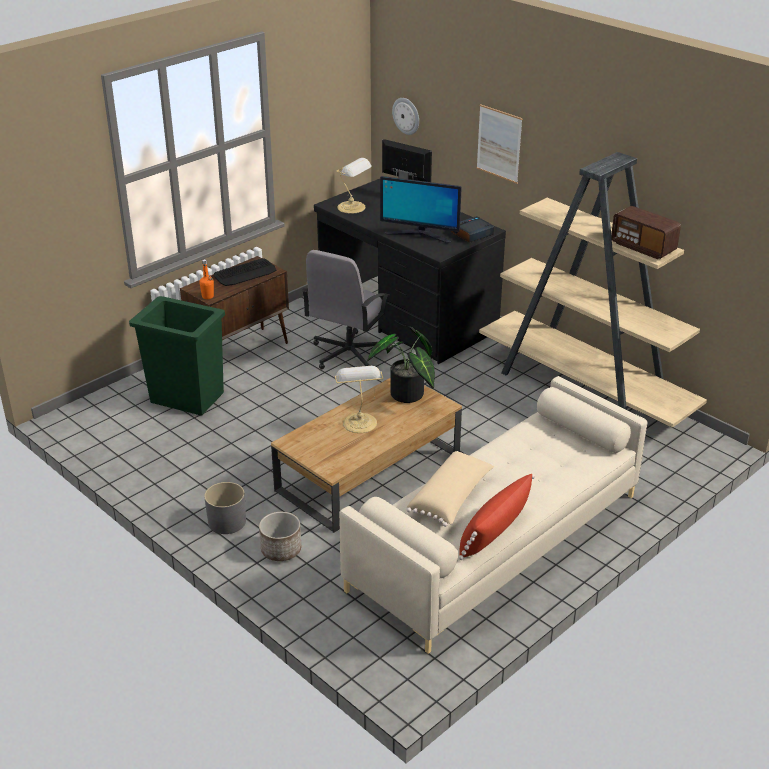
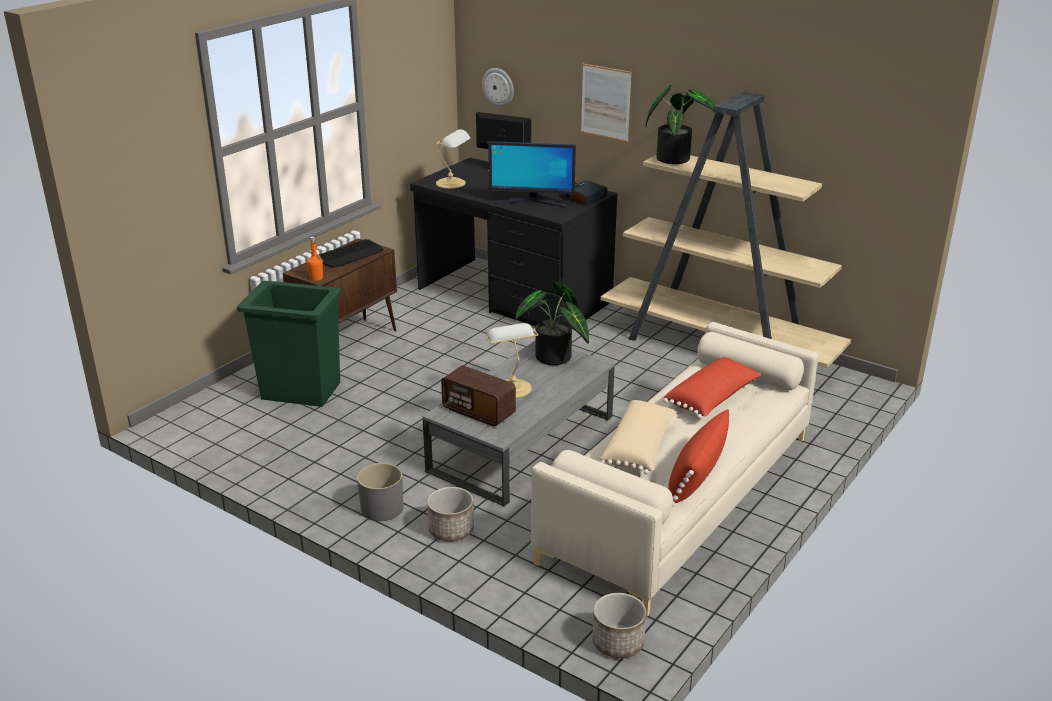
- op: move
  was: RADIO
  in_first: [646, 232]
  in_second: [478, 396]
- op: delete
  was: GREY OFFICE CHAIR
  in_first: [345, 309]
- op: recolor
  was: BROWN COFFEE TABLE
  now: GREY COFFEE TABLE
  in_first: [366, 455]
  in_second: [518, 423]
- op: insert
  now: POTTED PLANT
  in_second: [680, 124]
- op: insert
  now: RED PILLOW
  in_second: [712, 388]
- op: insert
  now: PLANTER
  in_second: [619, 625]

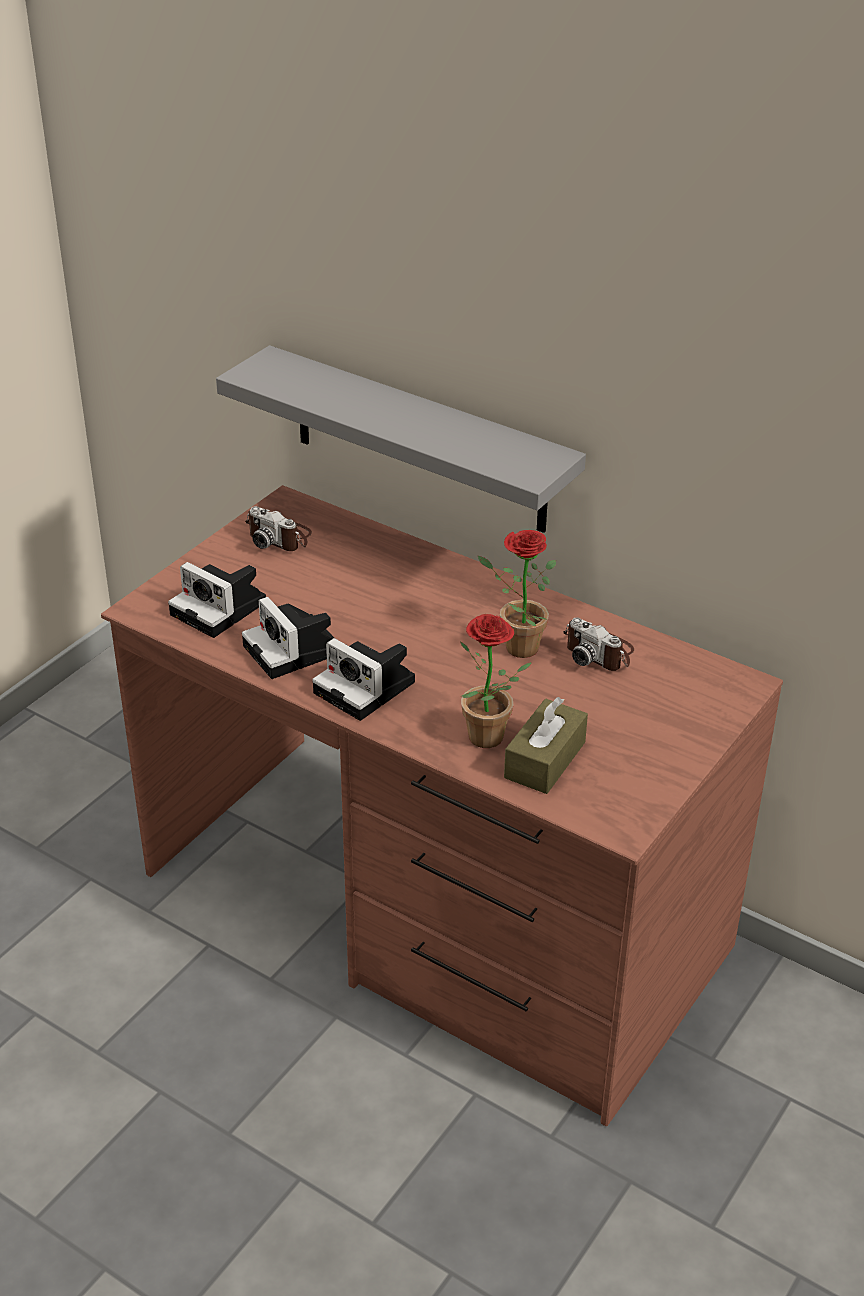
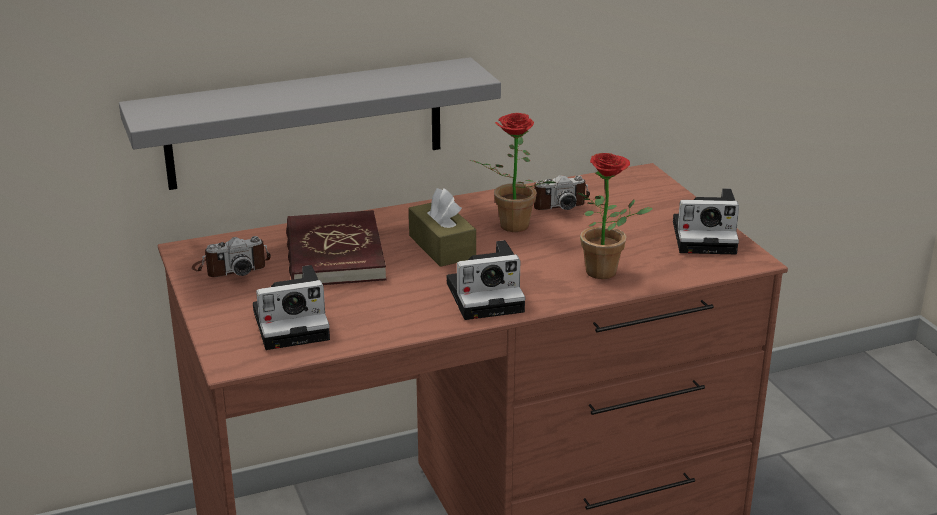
- op: move
  was: PHOTO CAMERA
  in_first: [288, 638]
  in_second: [706, 221]
- op: move
  was: BROWN TISSUE BOX
  in_first: [546, 745]
  in_second: [442, 227]
- op: insert
  now: RED BOOK
  in_second: [336, 247]

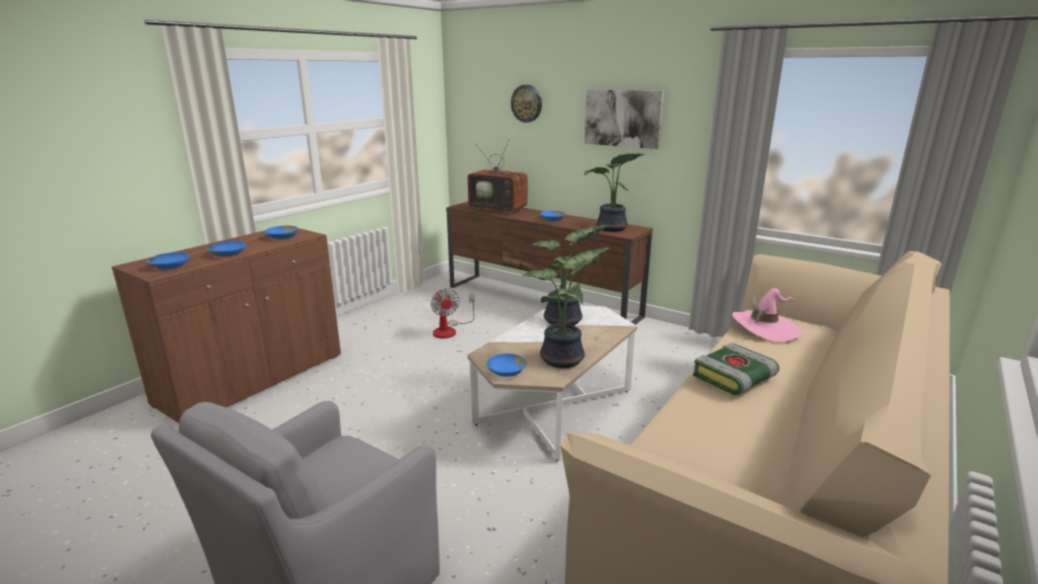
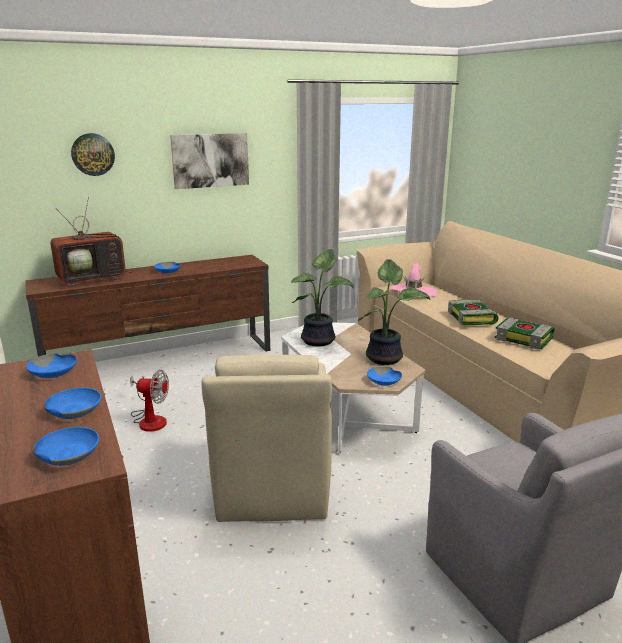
- op: delete
  was: POTTED PLANT
  in_first: [614, 192]
- op: insert
  now: BOOK
  in_second: [524, 334]
- op: insert
  now: BEIGE ARMCHAIR
  in_second: [266, 438]

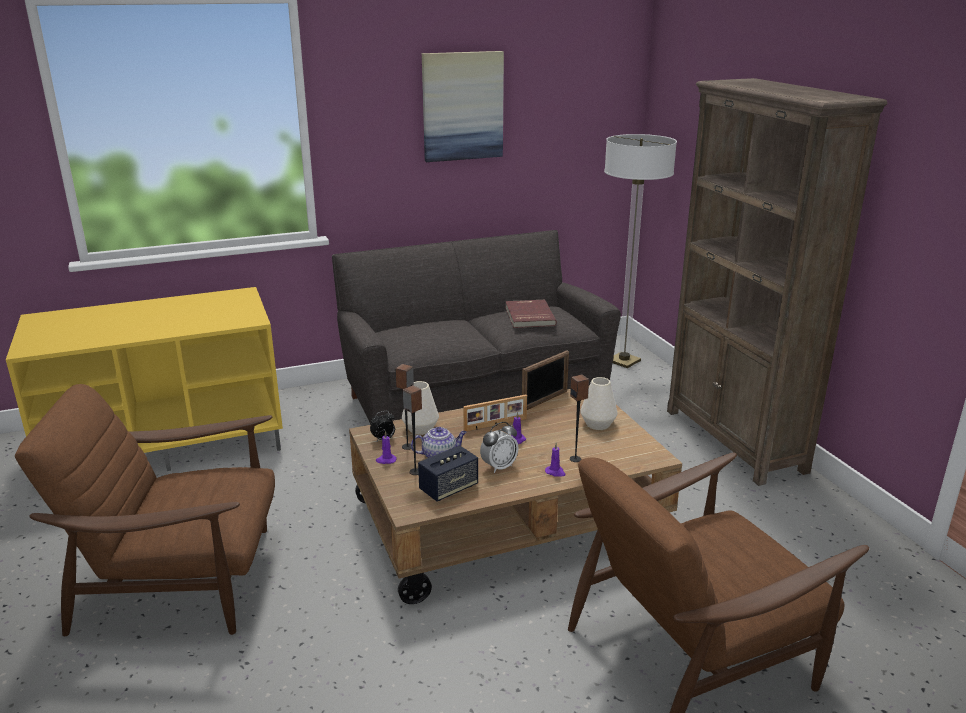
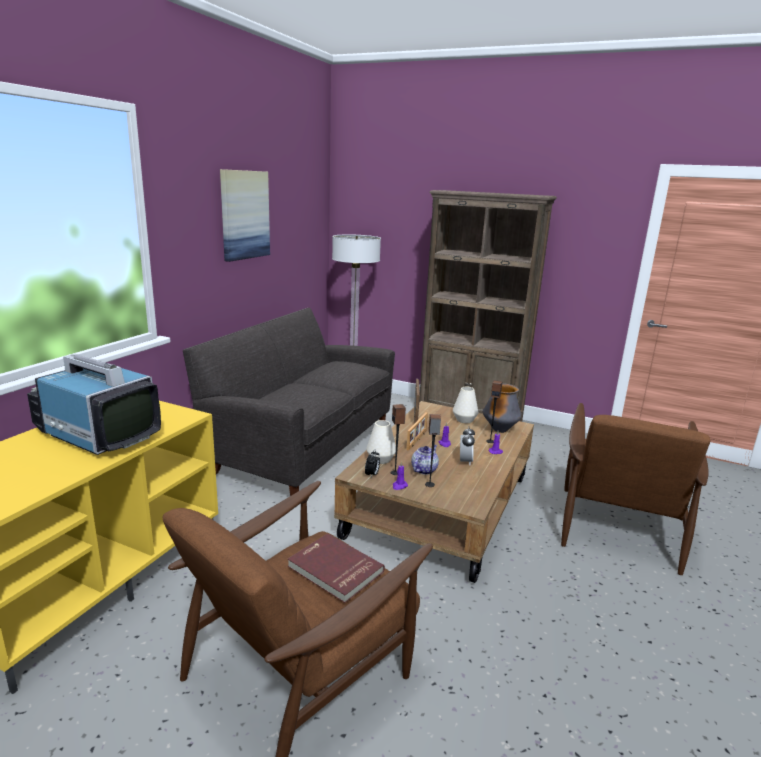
- op: move
  was: RED BOOK
  in_first: [531, 314]
  in_second: [336, 568]
- op: delete
  was: SPEAKER
  in_first: [448, 473]
- op: insert
  now: TELEVISION
  in_second: [94, 404]
- op: insert
  now: VASE
  in_second: [502, 408]

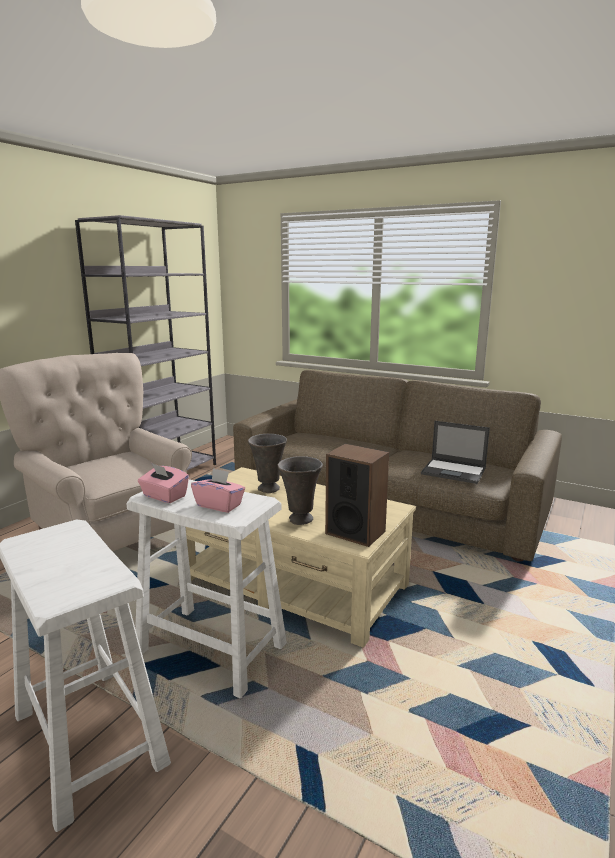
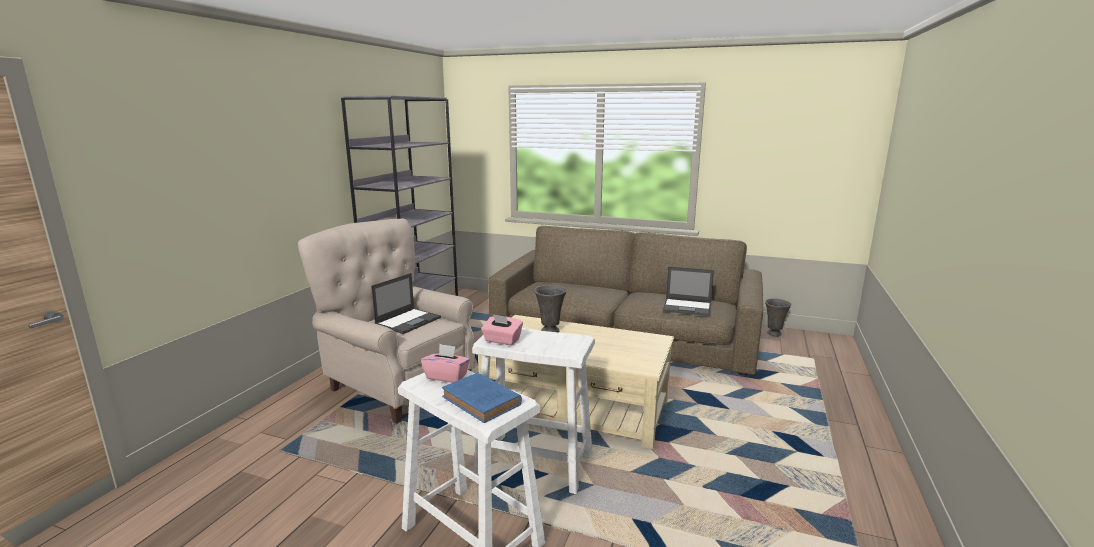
- op: delete
  was: SPEAKER
  in_first: [357, 495]
- op: move
  was: GREY VASE
  in_first: [300, 490]
  in_second: [778, 317]
- op: move
  was: PINK TISSUE BOX
  in_first: [218, 490]
  in_second: [445, 363]
- op: insert
  now: LAPTOP
  in_second: [406, 303]
- op: insert
  now: BLUE BOOK
  in_second: [482, 397]

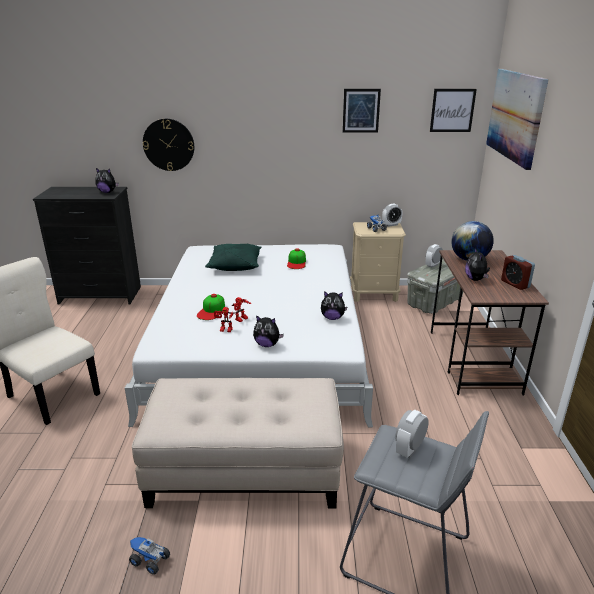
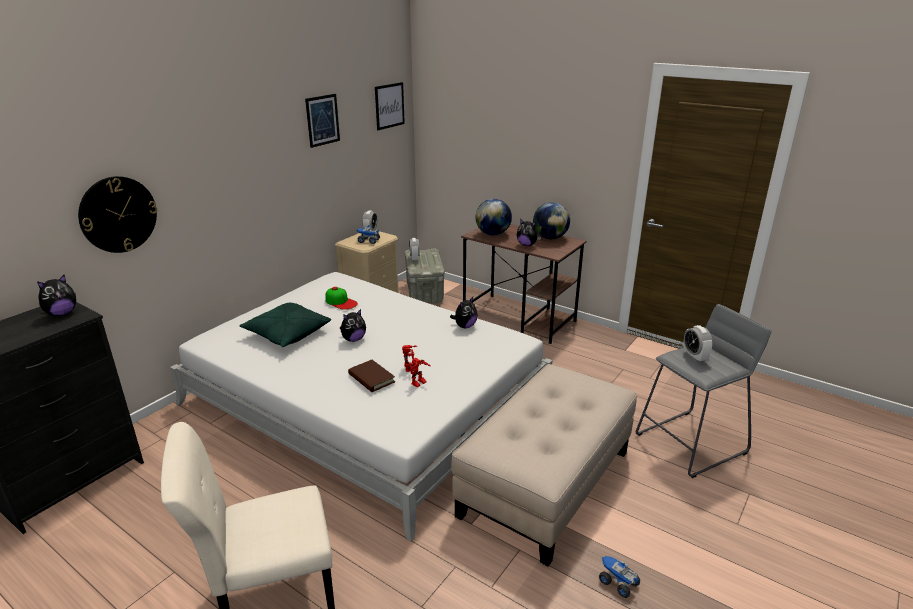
- op: delete
  was: PICTURE
  in_first: [517, 119]
- op: replace
  was: ALARM CLOCK
  now: GLOBE
  in_first: [518, 272]
  in_second: [551, 220]
- op: replace
  was: CAP
  now: BROWN BOOK
  in_first: [211, 307]
  in_second: [371, 376]
- op: move
  was: PLUSH TOY
  in_first: [268, 331]
  in_second: [353, 325]
- op: rotate
  was: TOY TRUCK
  in_first: [149, 556]
  in_second: [619, 577]
  clockwise: 75

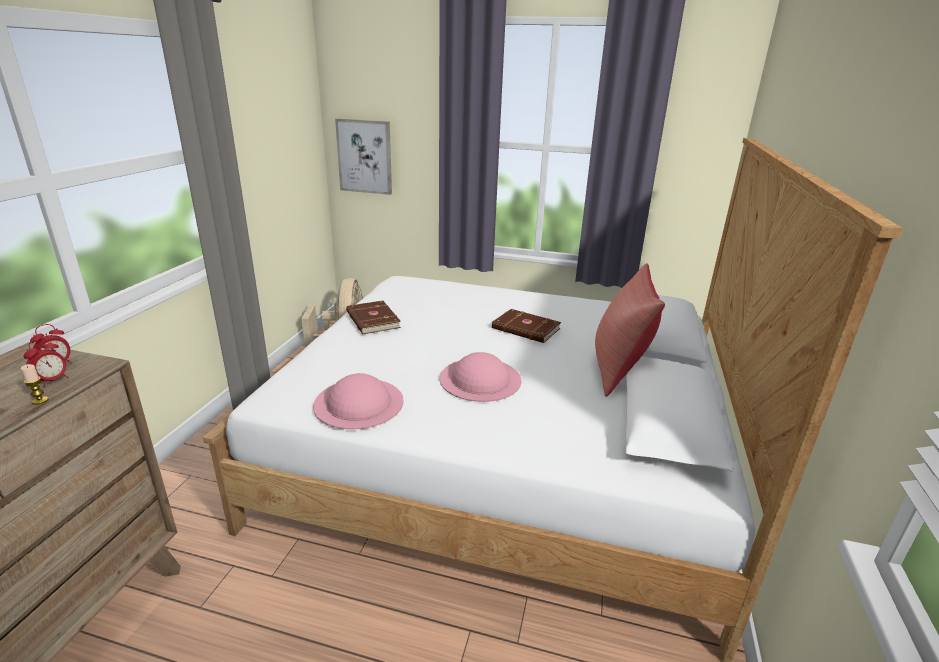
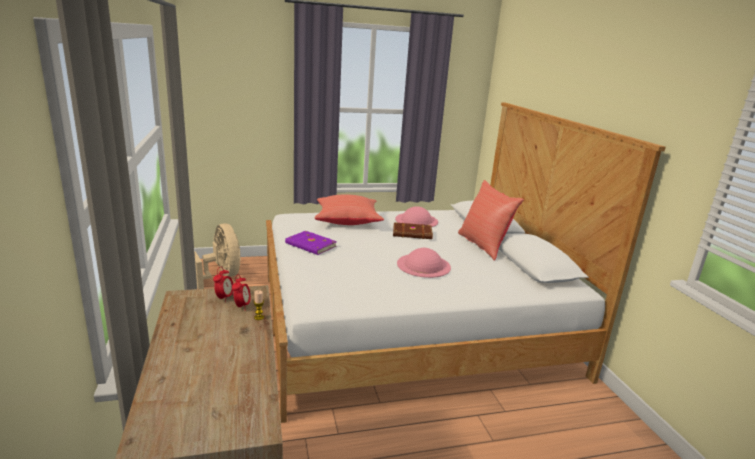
- op: delete
  was: PICTURE
  in_first: [363, 157]
- op: recolor
  was: BROWN BOOK
  now: PURPLE BOOK
  in_first: [373, 317]
  in_second: [311, 243]
- op: move
  was: PINK HAT
  in_first: [358, 401]
  in_second: [416, 216]
- op: insert
  now: RED PILLOW
  in_second: [349, 210]

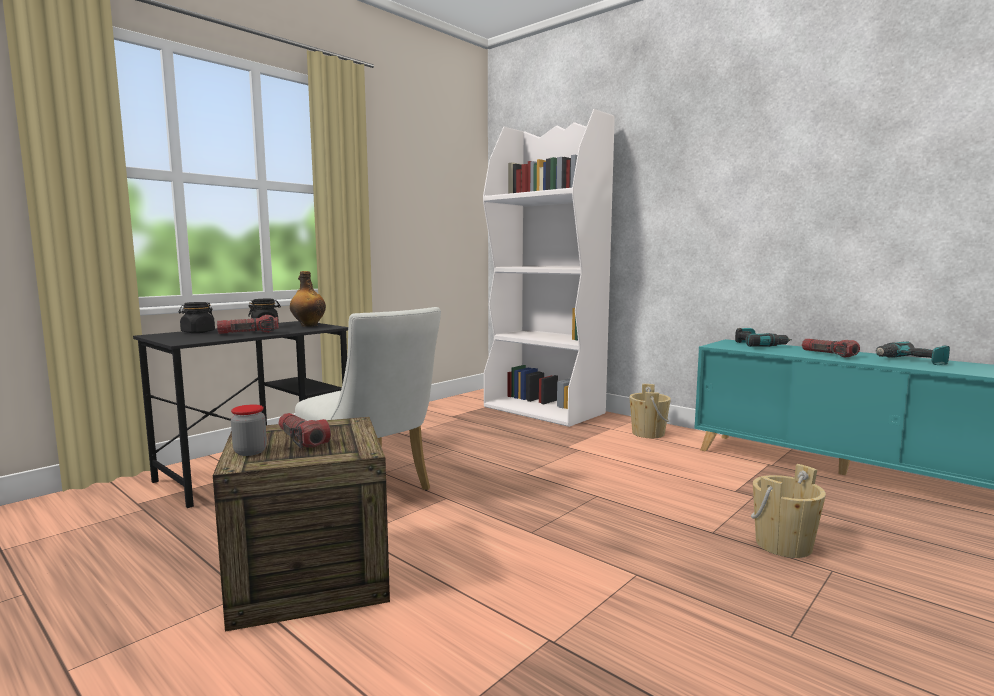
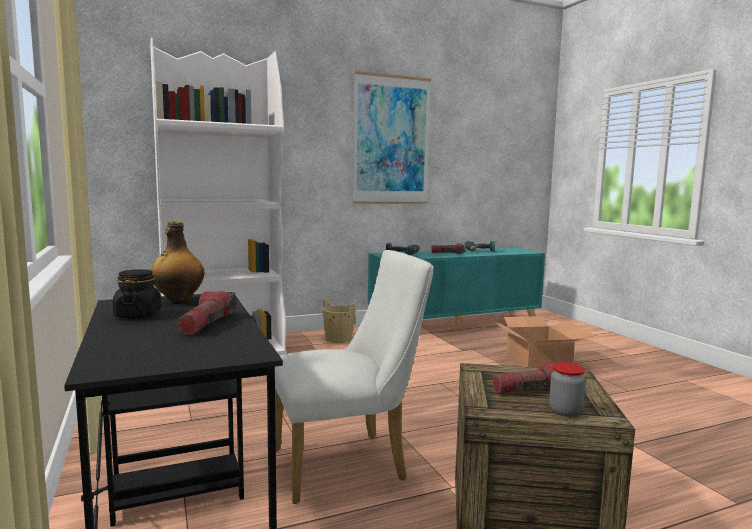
- op: delete
  was: BLACK JAR
  in_first: [197, 317]
- op: replace
  was: BEIGE BUCKET
  now: CARDBOARD BOX
  in_first: [788, 511]
  in_second: [543, 342]
- op: insert
  now: PICTURE
  in_second: [391, 137]

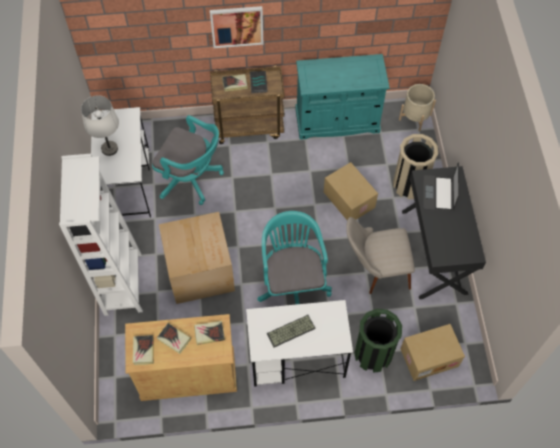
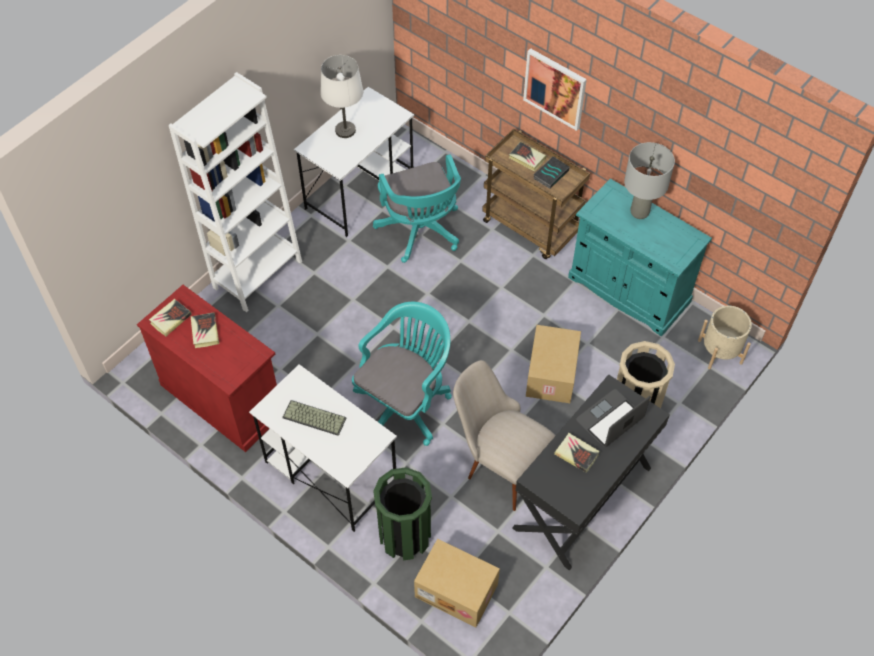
- op: delete
  was: CARDBOARD BOX
  in_first: [197, 258]
- op: recolor
  was: BEIGE CABINET
  now: RED CABINET
  in_first: [181, 357]
  in_second: [207, 368]
- op: move
  was: BOOK
  in_first: [209, 333]
  in_second: [577, 453]
- op: insert
  now: GREY TABLE LAMP
  in_second: [649, 180]

